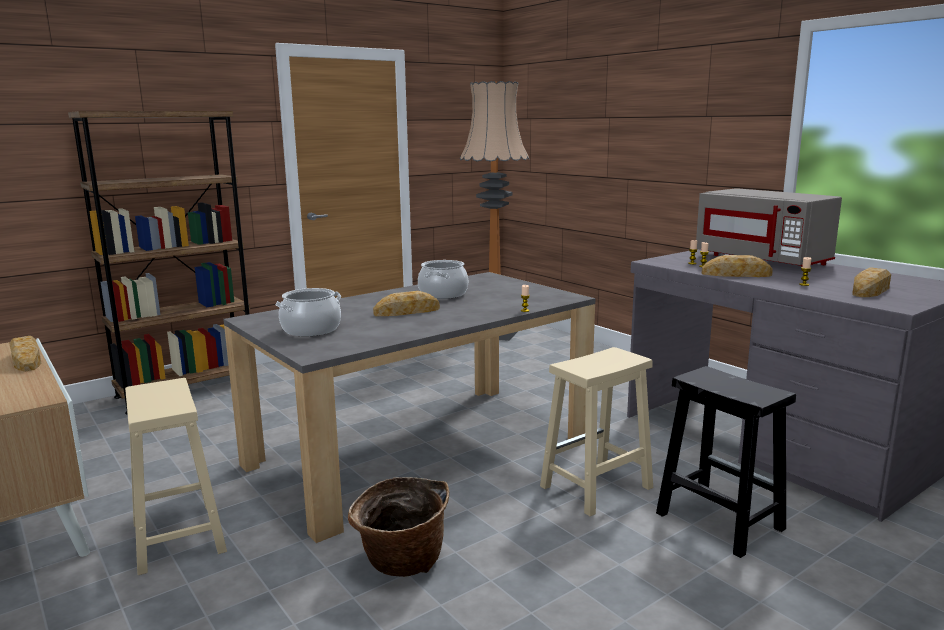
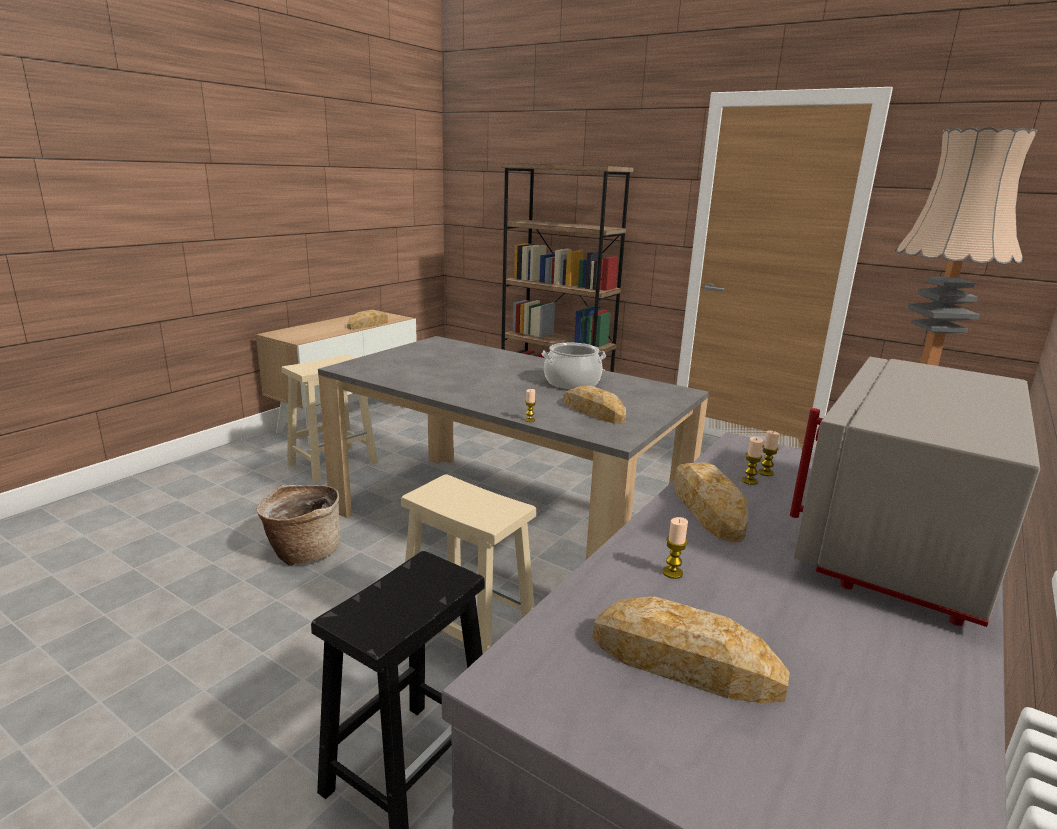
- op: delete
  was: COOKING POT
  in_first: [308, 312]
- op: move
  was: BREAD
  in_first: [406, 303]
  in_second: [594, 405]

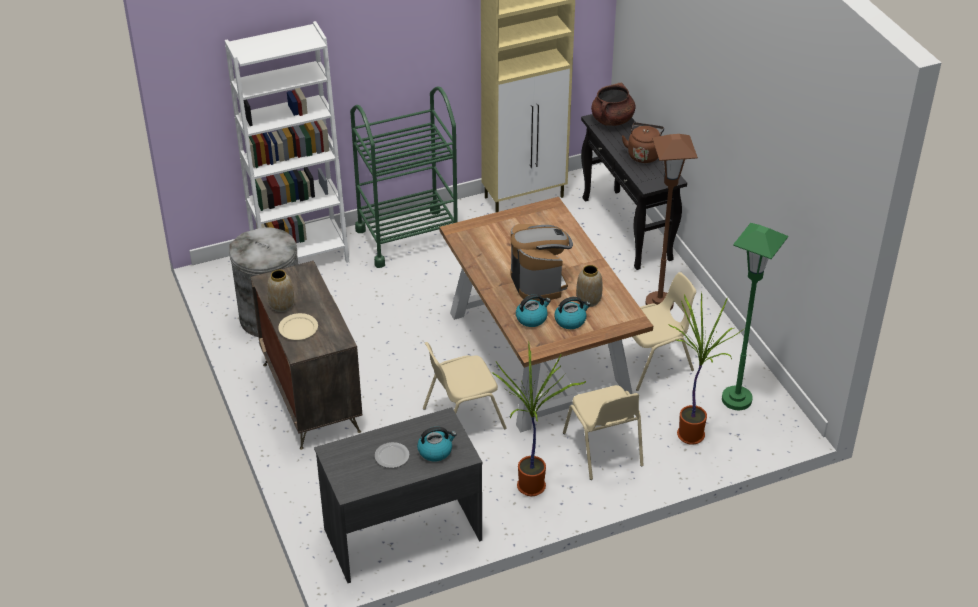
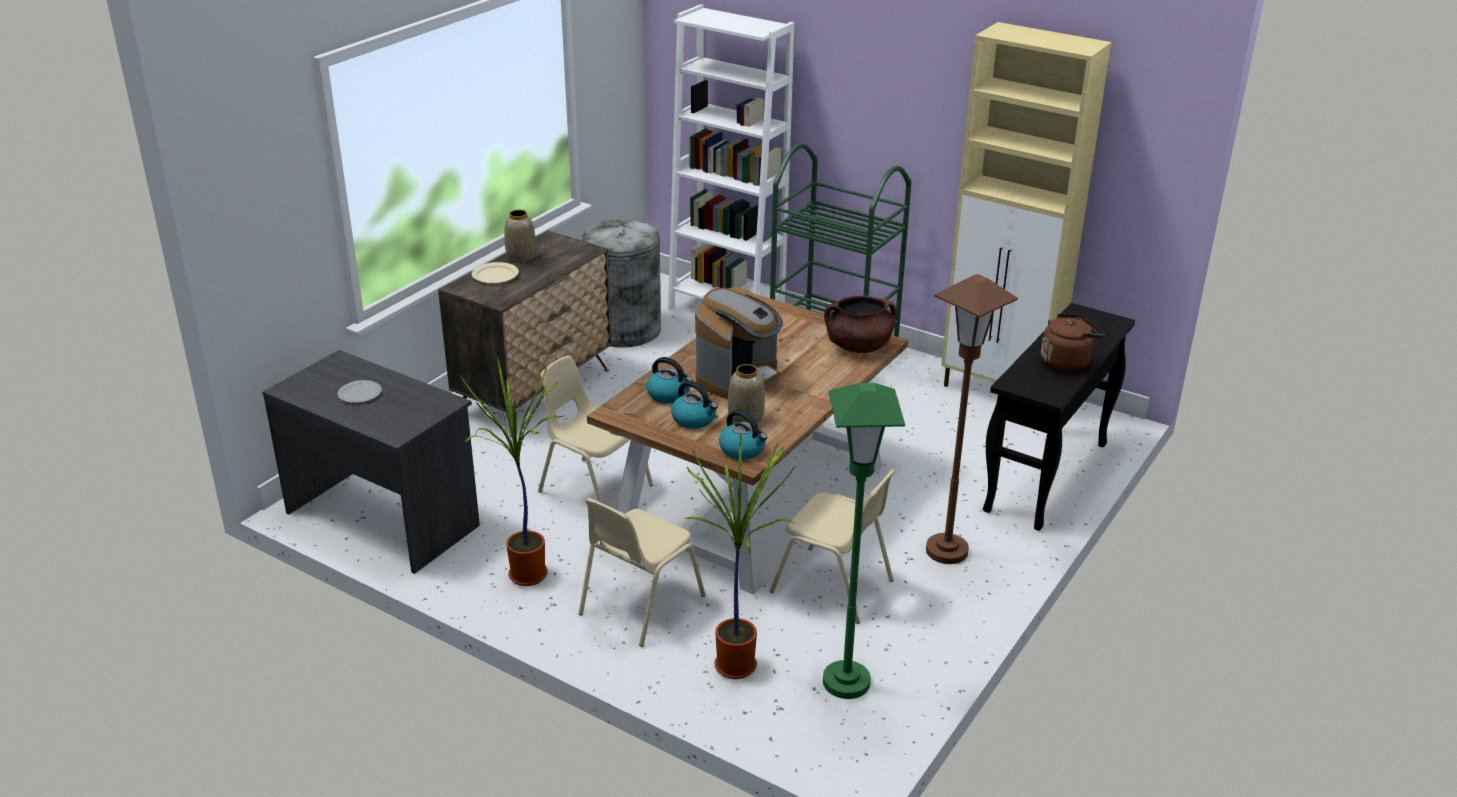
- op: move
  was: BROWN COOKING POT
  in_first: [613, 104]
  in_second: [860, 324]
- op: move
  was: KETTLE
  in_first: [437, 444]
  in_second: [743, 435]

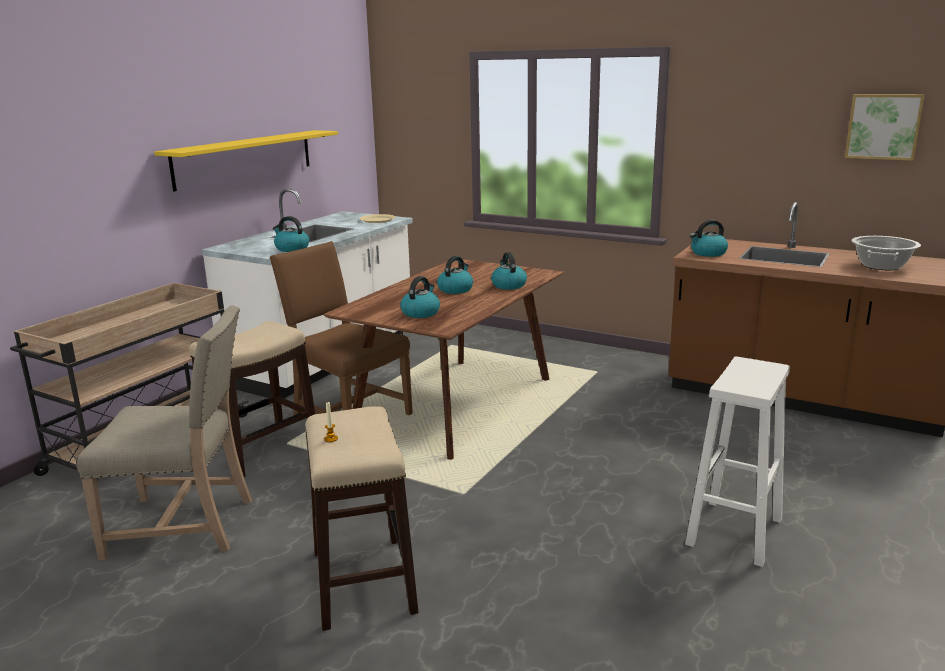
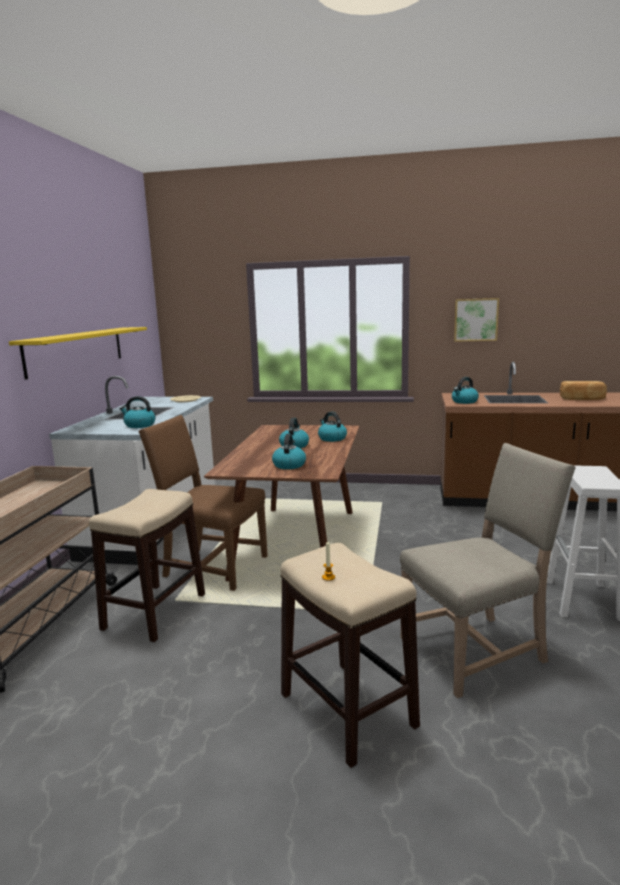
- op: move
  was: PICTURE
  in_first: [885, 127]
  in_second: [476, 320]
- op: replace
  was: COOKING POT
  now: BREAD
  in_first: [886, 253]
  in_second: [583, 390]
- op: move
  was: BEIGE CHAIR
  in_first: [164, 433]
  in_second: [488, 570]

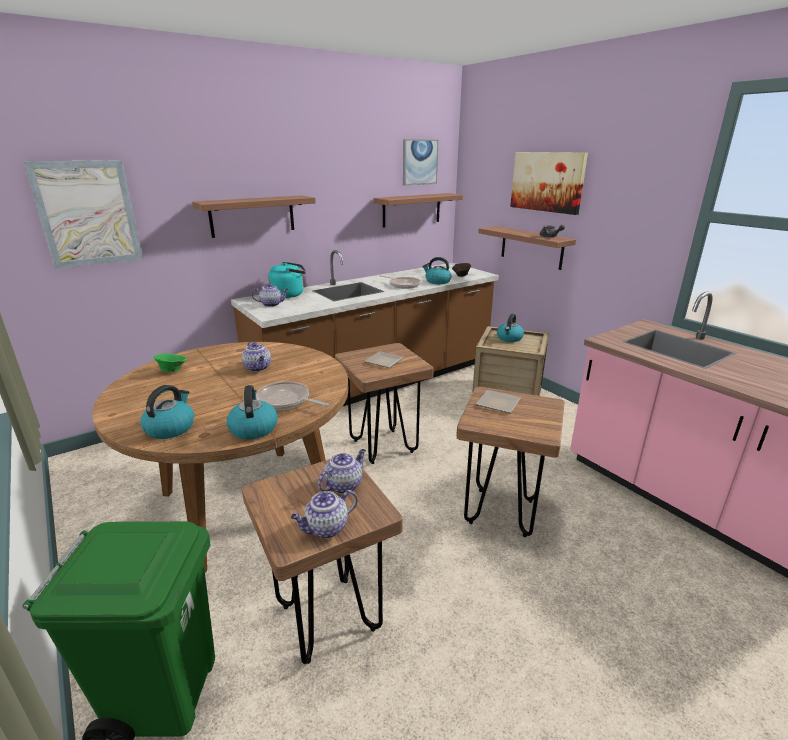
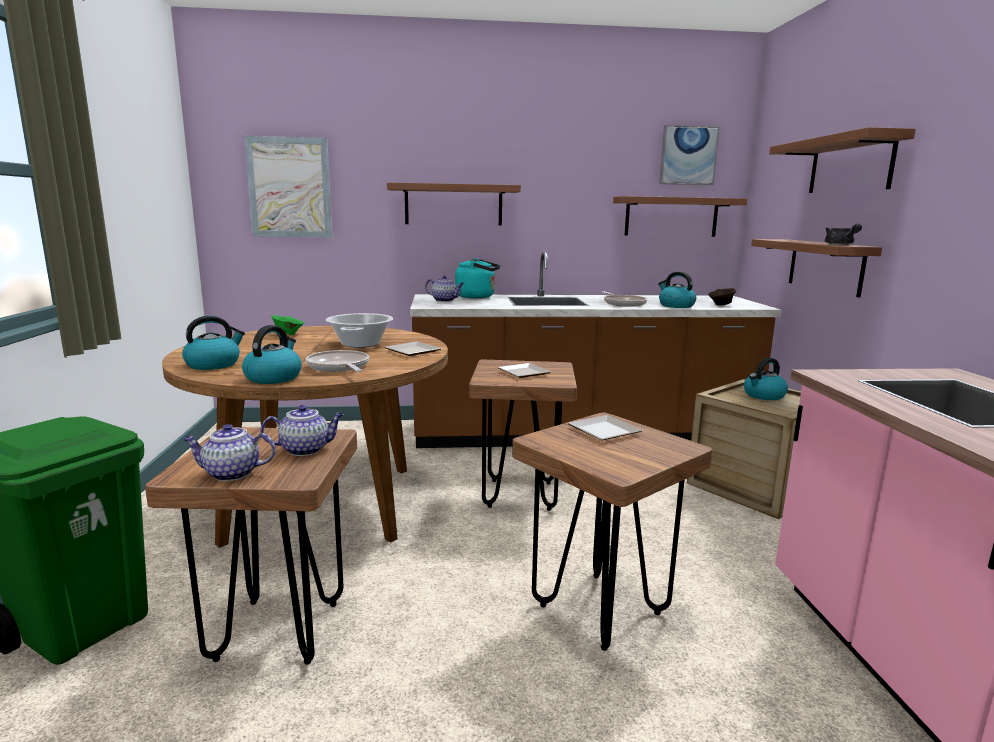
- op: replace
  was: PICTURE
  now: SHELF
  in_first: [549, 183]
  in_second: [842, 160]
- op: replace
  was: TEAPOT
  now: COOKING POT
  in_first: [256, 357]
  in_second: [359, 330]
- op: insert
  now: PLATE
  in_second: [413, 349]

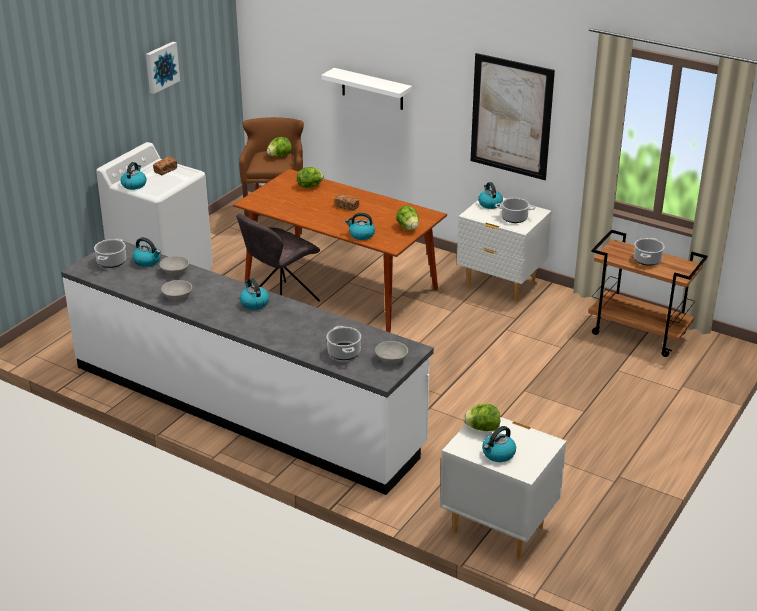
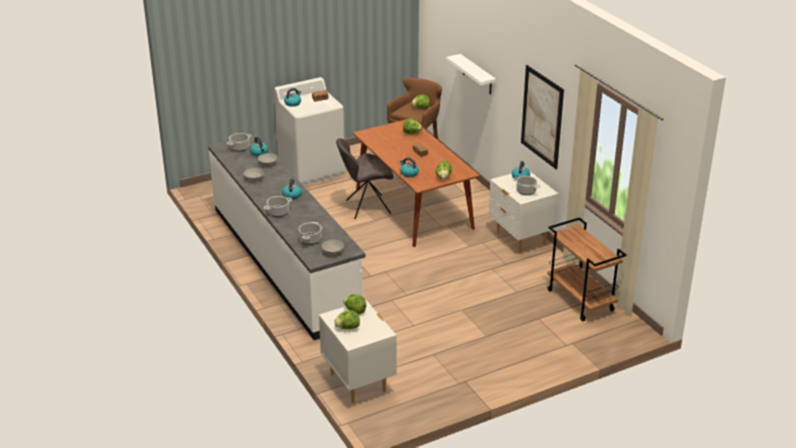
- op: delete
  was: PICTURE
  in_first: [163, 68]
- op: move
  was: COOKING POT
  in_first: [649, 252]
  in_second: [278, 206]
- op: replace
  was: KETTLE
  now: LETTUCE
  in_first: [499, 444]
  in_second: [347, 319]

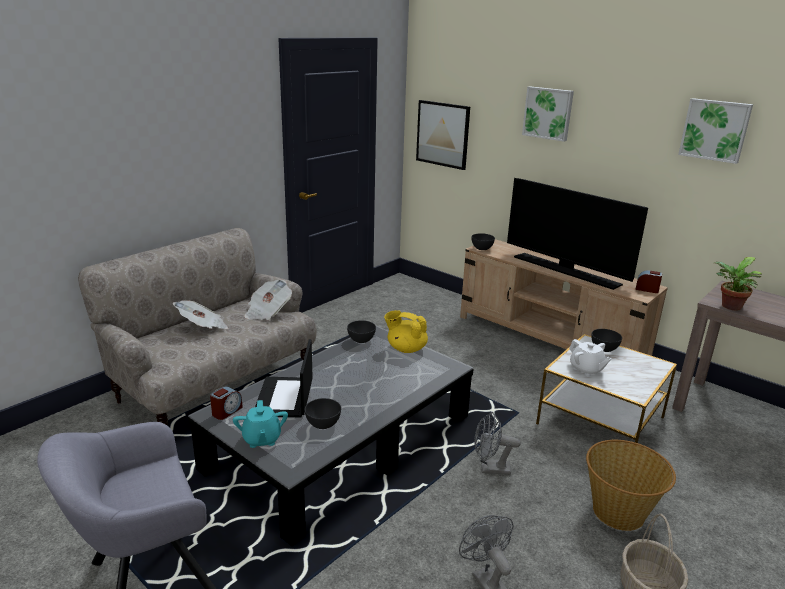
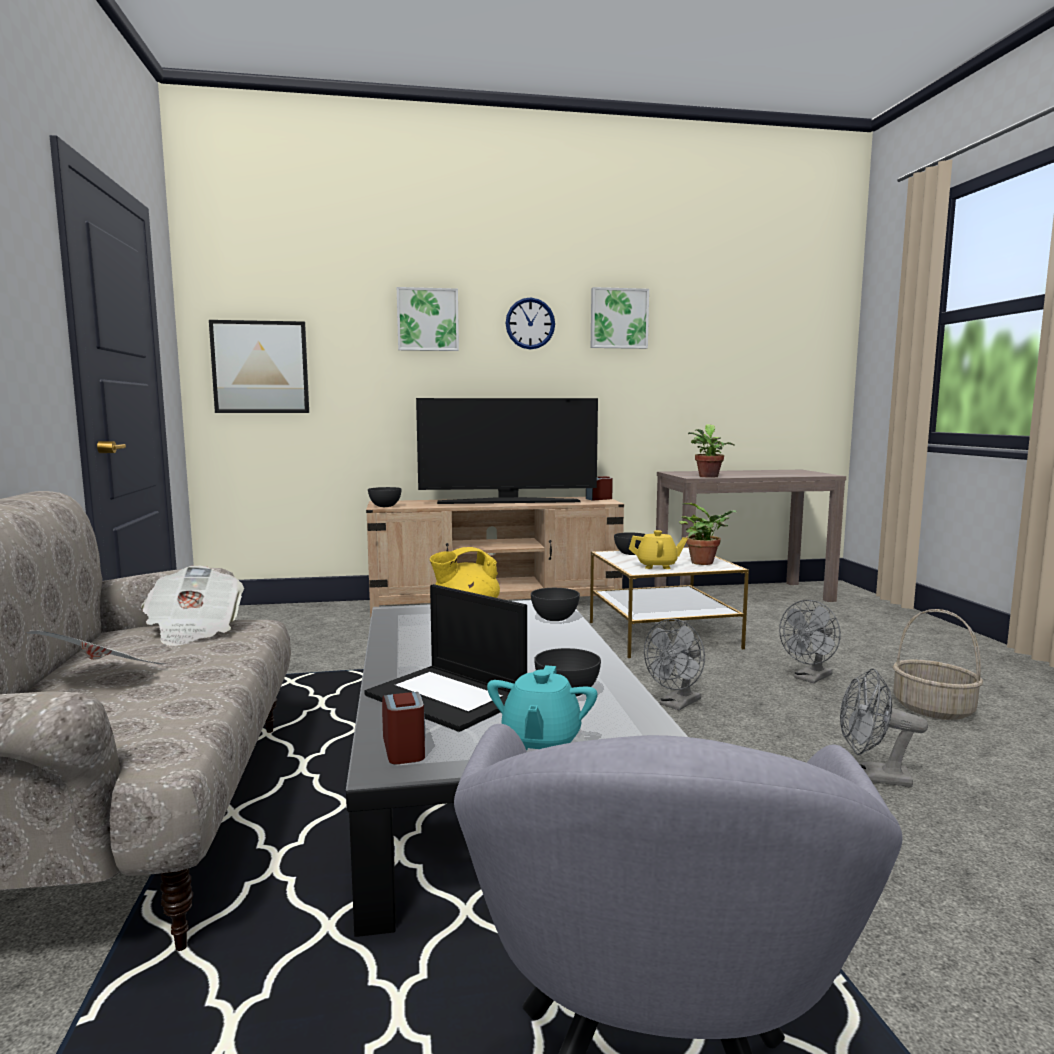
- op: move
  was: GREY BOWL
  in_first: [361, 331]
  in_second: [555, 604]
- op: recolor
  was: WHITE TEAPOT
  now: YELLOW TEAPOT
  in_first: [590, 357]
  in_second: [658, 549]
- op: rotate
  was: TURQUOISE TEAPOT
  in_first: [260, 424]
  in_second: [542, 708]
  clockwise: 75
- op: replace
  was: BASKET
  now: GREY FAN
  in_first: [631, 485]
  in_second: [810, 641]
- op: insert
  now: WALL CLOCK
  in_second: [530, 323]
- op: insert
  now: POTTED PLANT
  in_second: [708, 534]

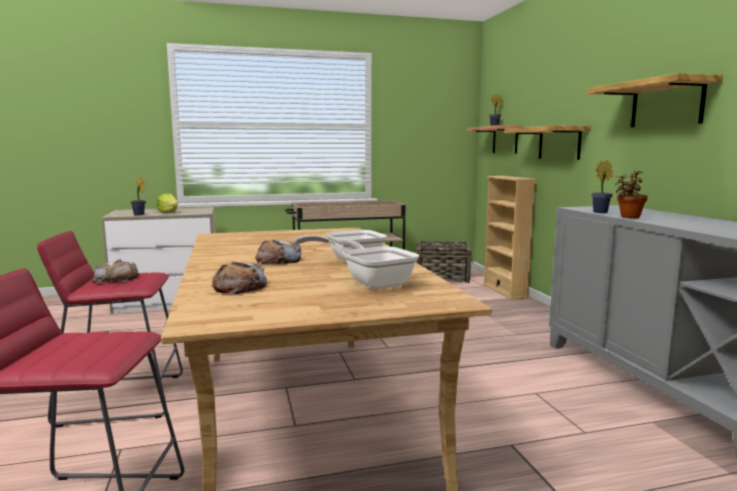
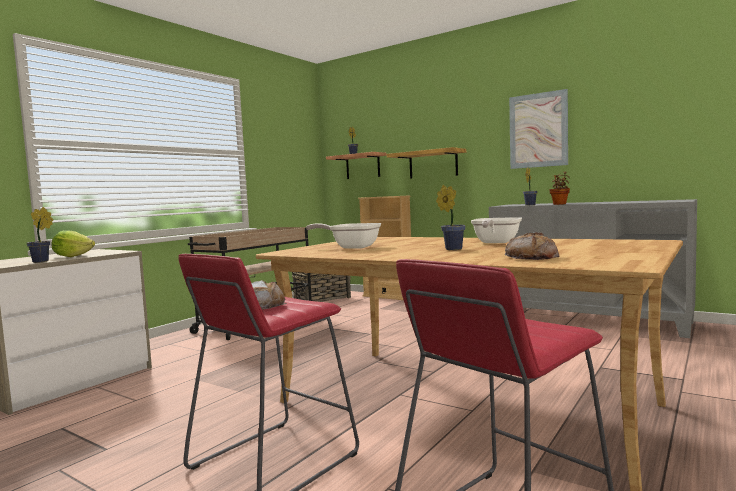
- op: replace
  was: SHELF
  now: PICTURE
  in_first: [655, 100]
  in_second: [538, 129]
- op: replace
  was: BREAD
  now: POTTED PLANT
  in_first: [278, 251]
  in_second: [450, 217]
- op: move
  was: FRYING PAN
  in_first: [380, 264]
  in_second: [343, 236]

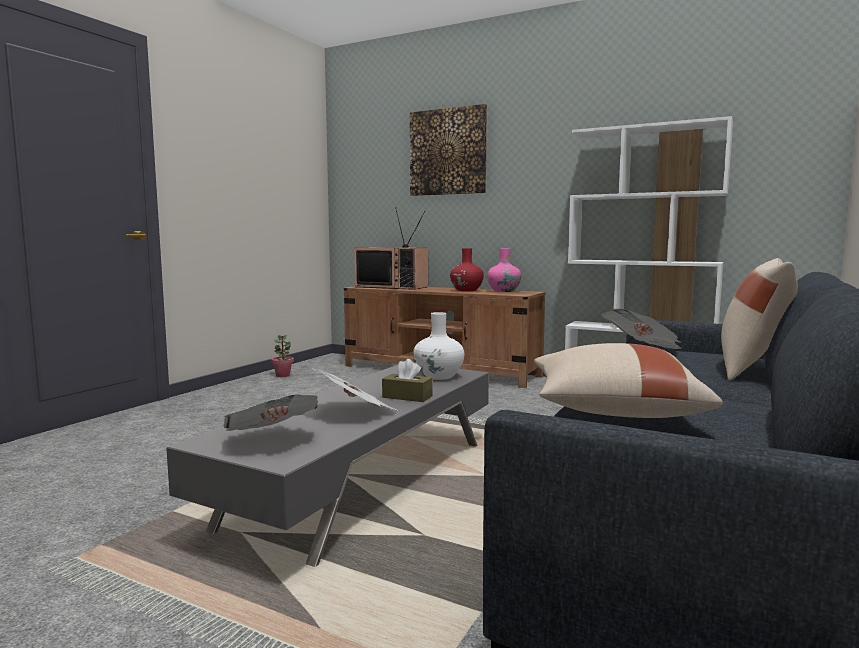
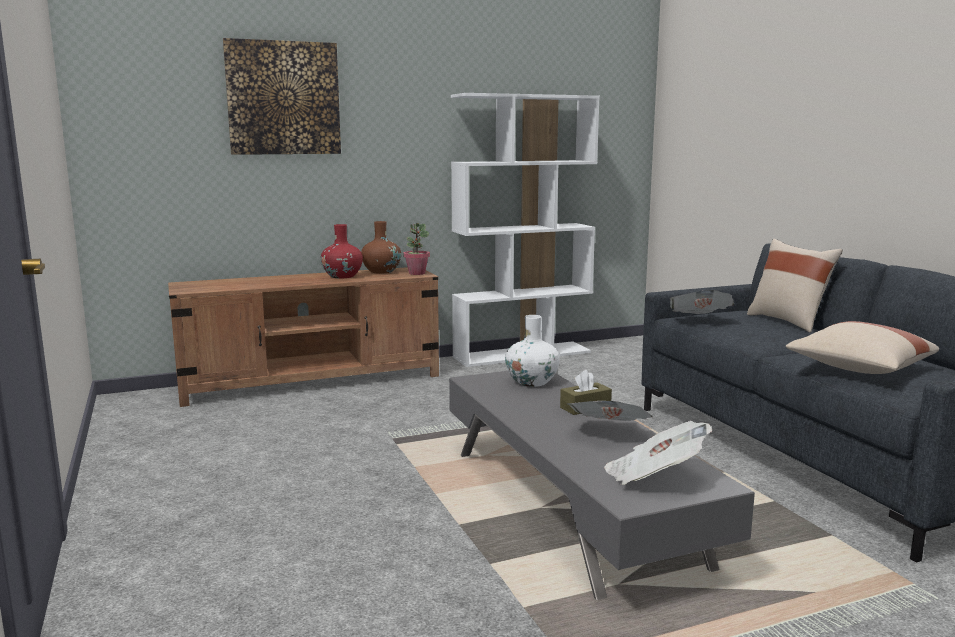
- op: delete
  was: TELEVISION
  in_first: [391, 248]
- op: recolor
  was: PINK VASE
  now: BROWN VASE
  in_first: [504, 270]
  in_second: [381, 247]
- op: move
  was: POTTED PLANT
  in_first: [282, 356]
  in_second: [416, 249]

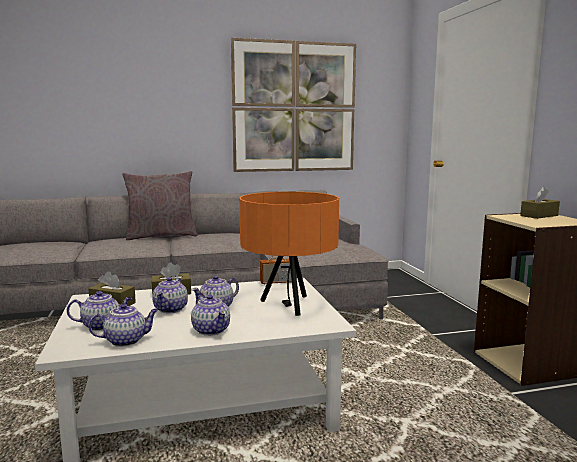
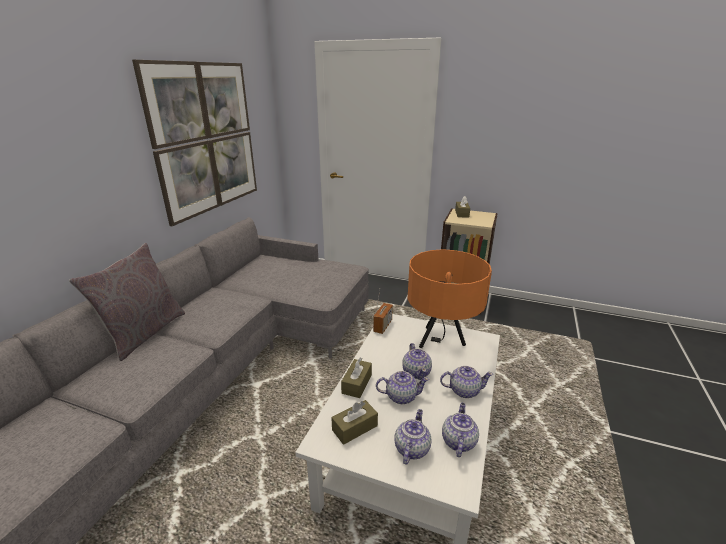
- op: rotate
  was: TEAPOT
  in_first: [170, 295]
  in_second: [402, 387]
  clockwise: -45

